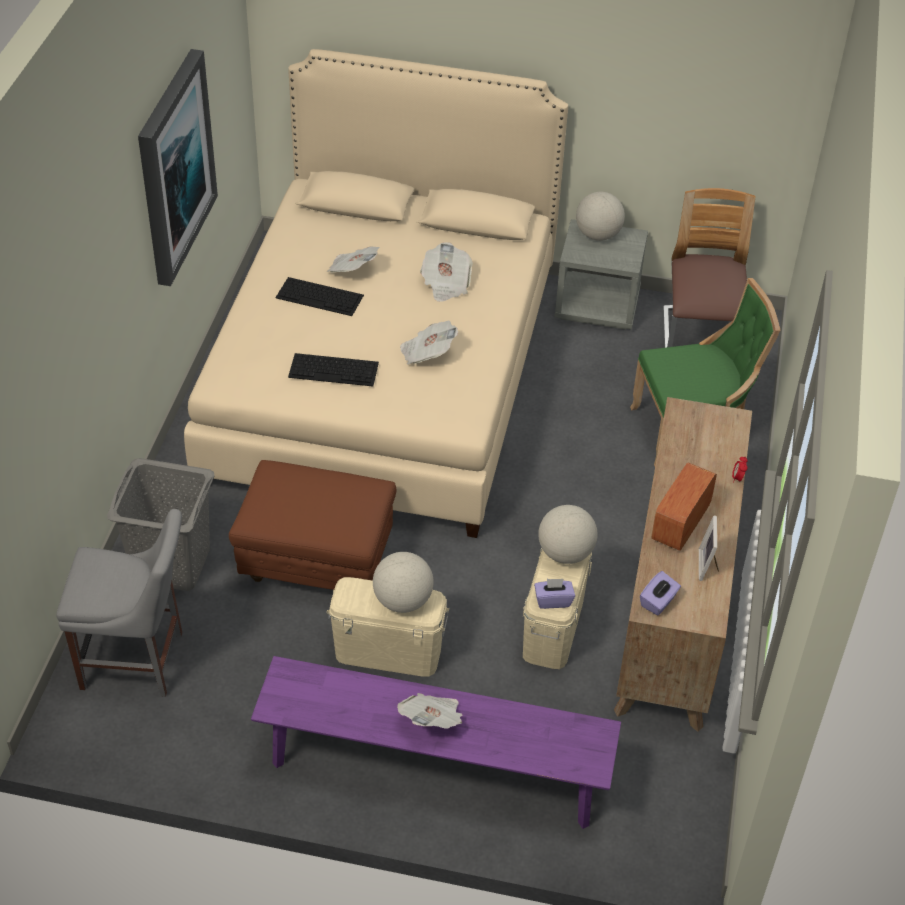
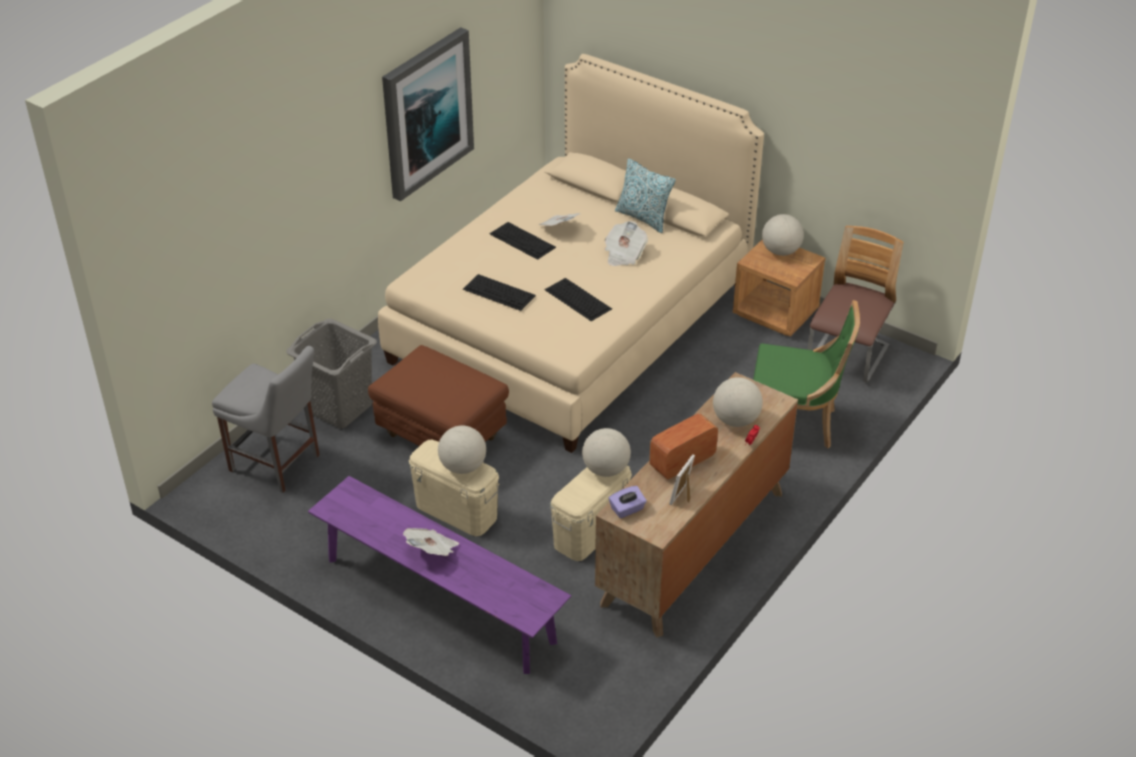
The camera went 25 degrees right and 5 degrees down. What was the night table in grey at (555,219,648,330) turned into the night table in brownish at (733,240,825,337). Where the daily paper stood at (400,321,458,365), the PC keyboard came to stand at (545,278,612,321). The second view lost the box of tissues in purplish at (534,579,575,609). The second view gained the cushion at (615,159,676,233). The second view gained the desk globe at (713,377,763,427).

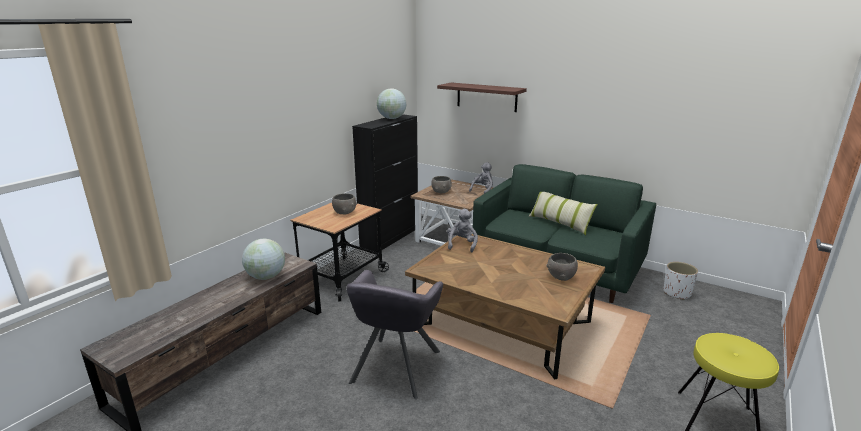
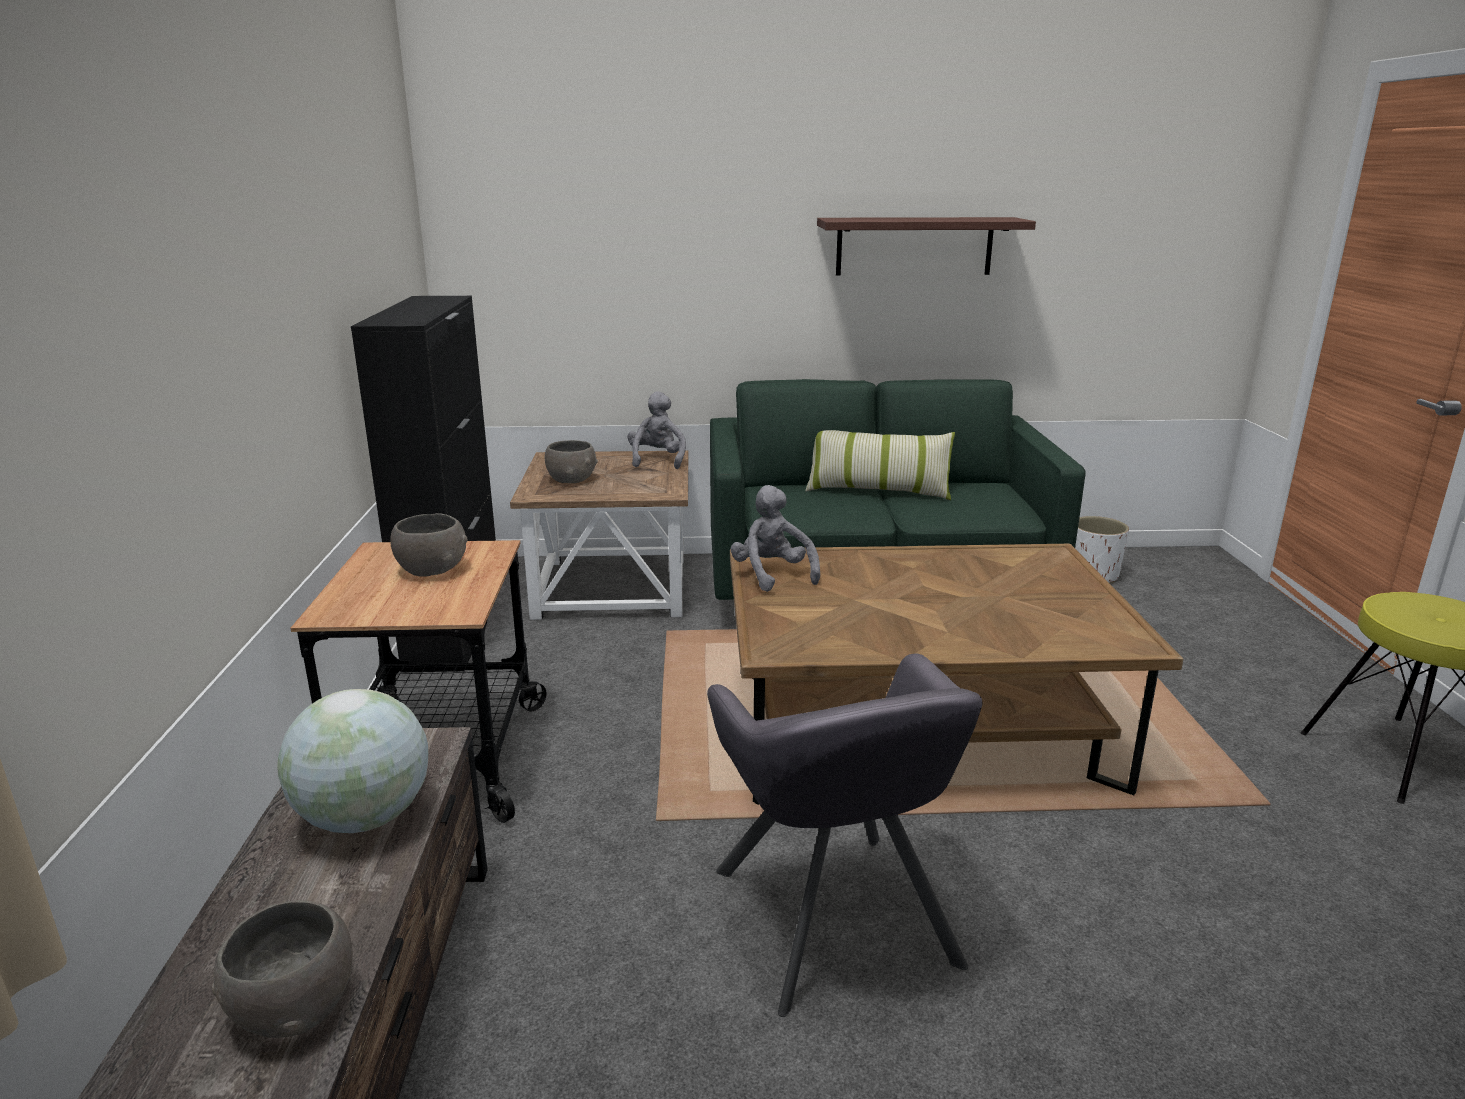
The camera went 35 degrees left and 0 degrees up. The shelf ended up elsewhere, having gone from (437,82,527,112) to (817,217,1036,276). The second view lost the desk globe at (377,88,406,119). The serving bowl in grey ended up elsewhere, having gone from (546,253,578,281) to (212,900,353,1038).

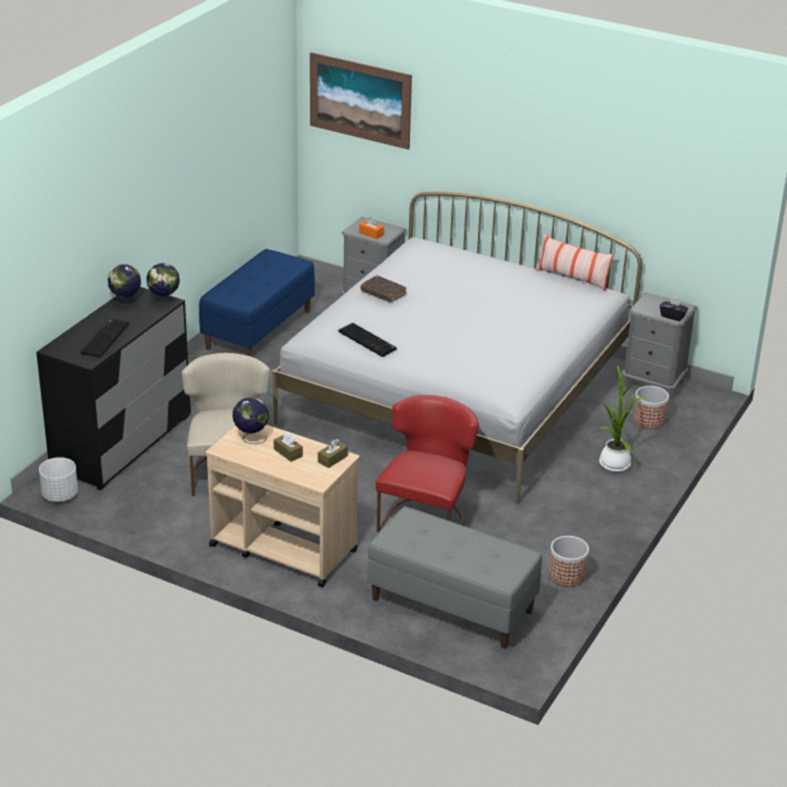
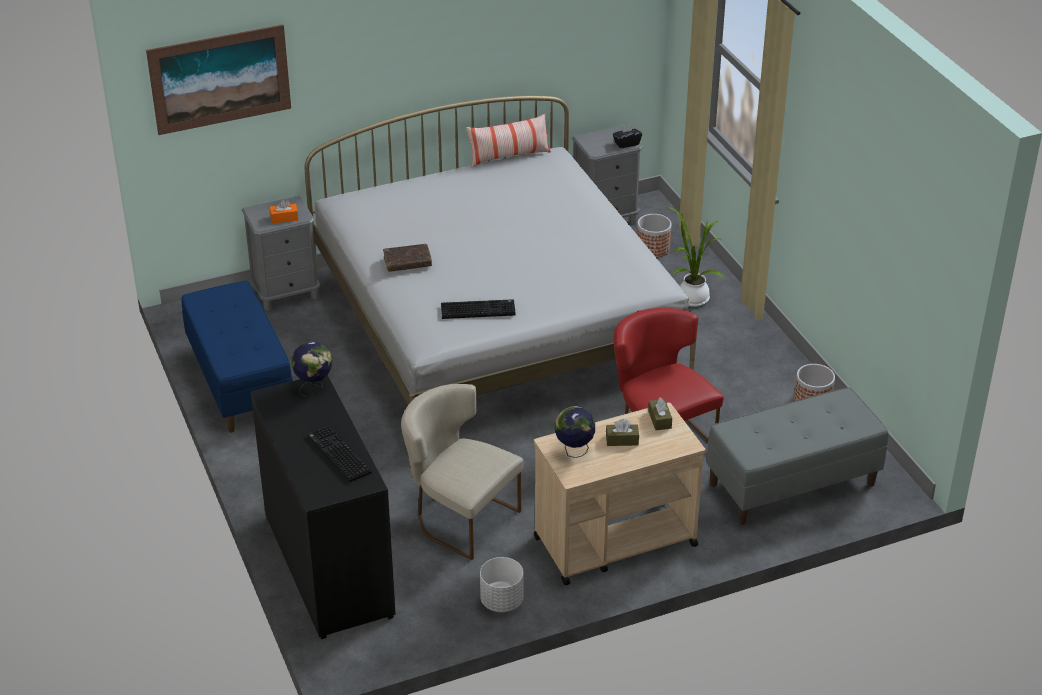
The camera went 50 degrees left and 5 degrees up. The second view lost the desk globe at (108,265,141,307). The flower pot in white ended up elsewhere, having gone from (39,457,78,502) to (480,557,523,612).

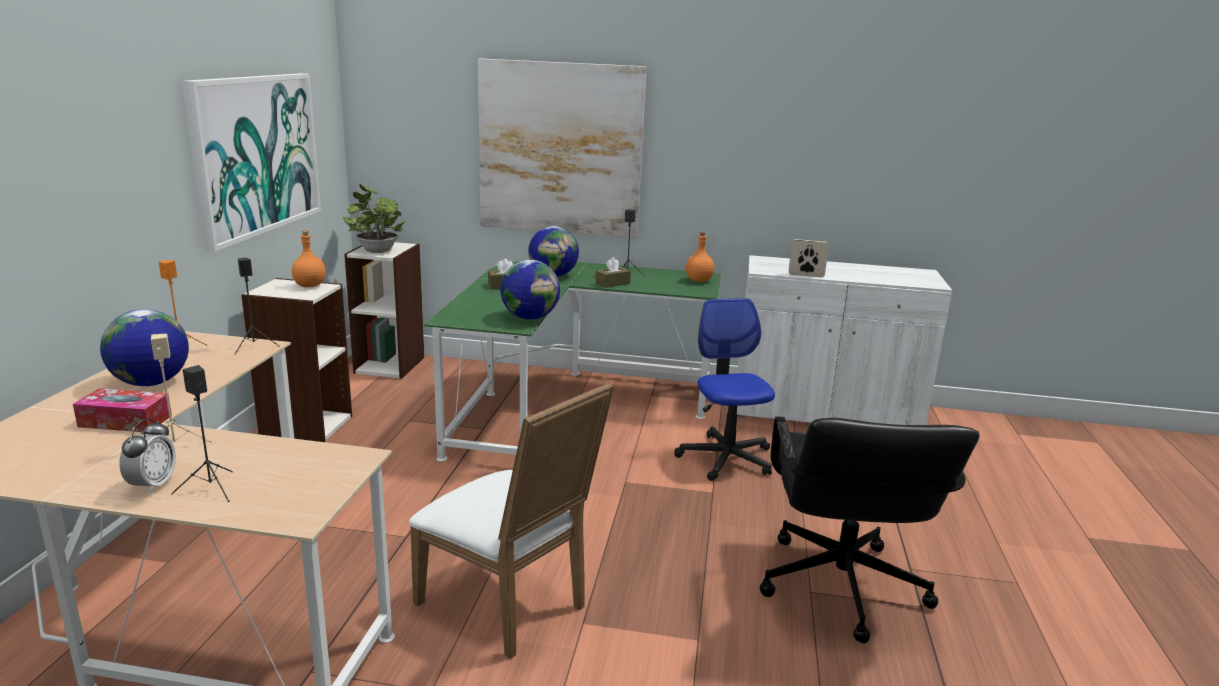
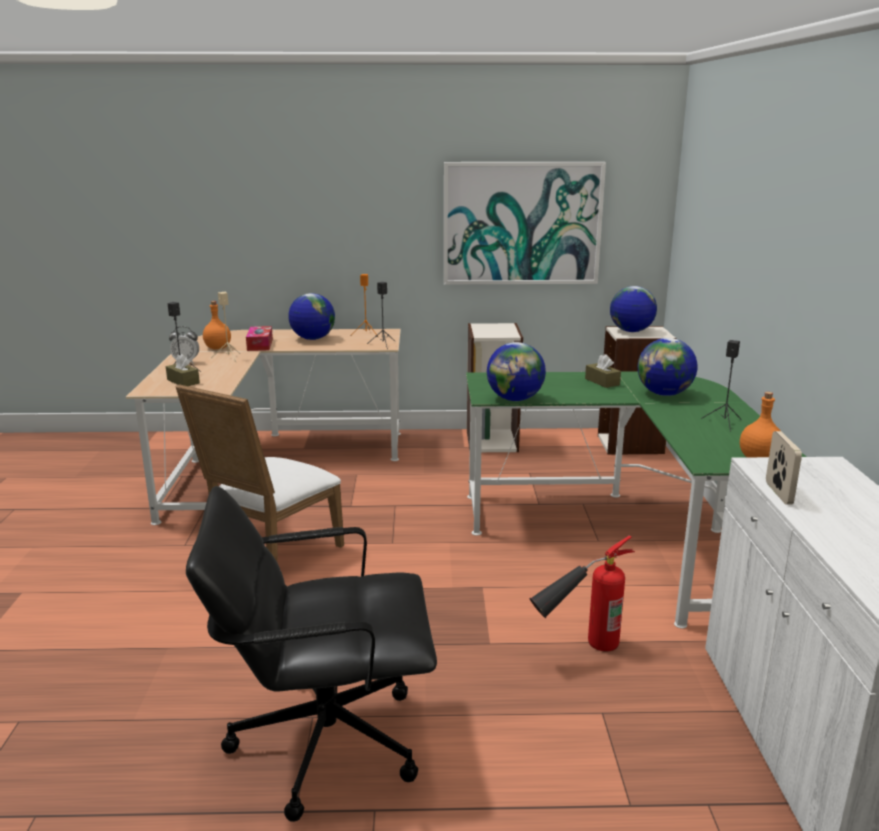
The camera went 80 degrees right and 0 degrees up. The second view lost the wall picture at (478,59,646,238). Where the houseplant stood at (343,184,405,253), the desk globe came to stand at (610,286,657,332). The drink bottle in orange ended up elsewhere, having gone from (292,231,326,287) to (203,301,231,349). The box of tissues in brownish ended up elsewhere, having gone from (595,257,631,288) to (166,354,200,386). Where the computer chair stood at (674,298,775,481), the fire extinguisher came to stand at (529,535,635,651).

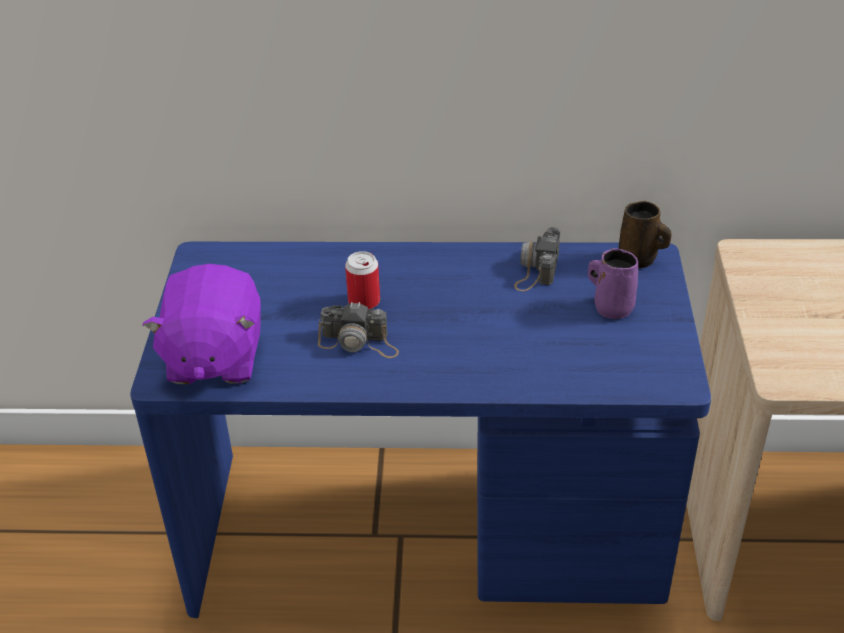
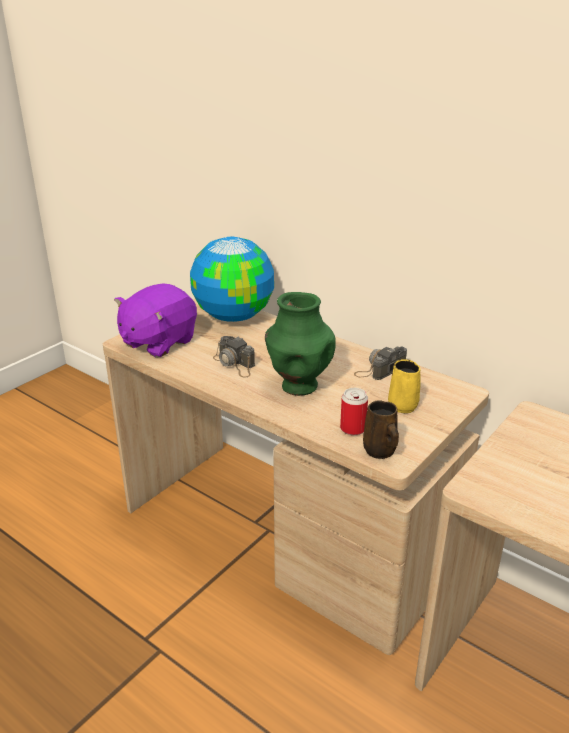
The camera went 35 degrees right and 10 degrees down. The coffee mug in brownish ended up elsewhere, having gone from (618,201,672,268) to (363,400,399,459). What was the desk unit in blue at (130,242,711,618) turned into the desk unit in beige at (103,299,489,655). What was the coffee mug in purplish at (588,248,638,319) turned into the coffee mug in yellowish at (388,359,420,413). The metal can ended up elsewhere, having gone from (345,251,380,309) to (340,388,368,435). The second view gained the desk globe at (190,237,274,322). The second view gained the vase in greenish at (265,292,336,396).

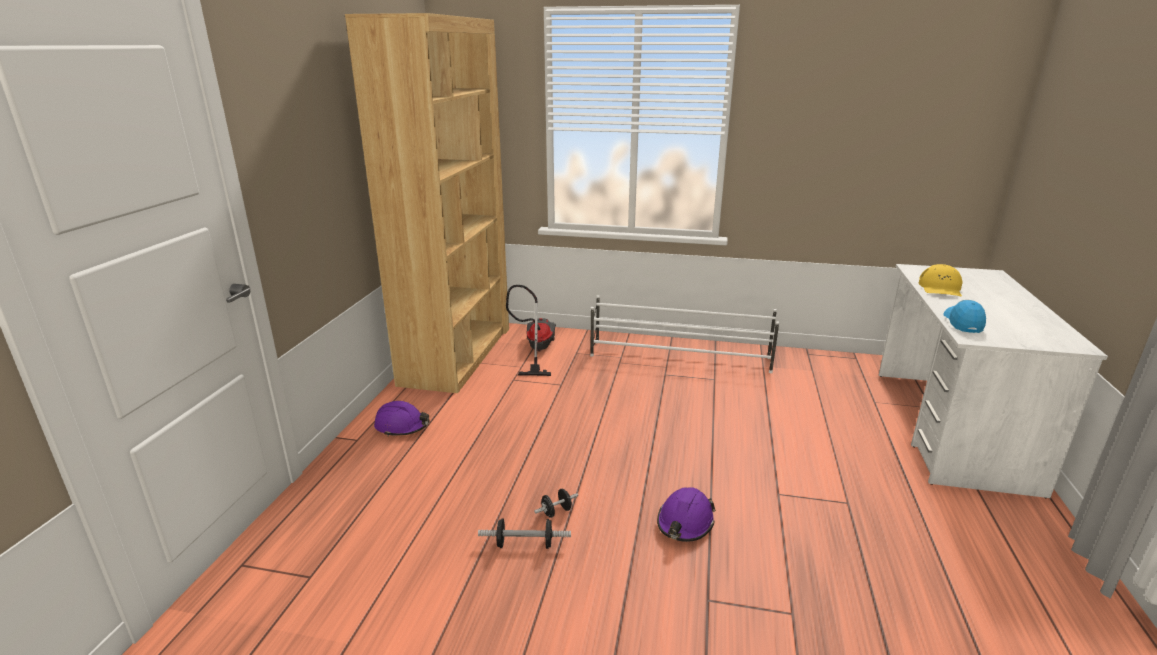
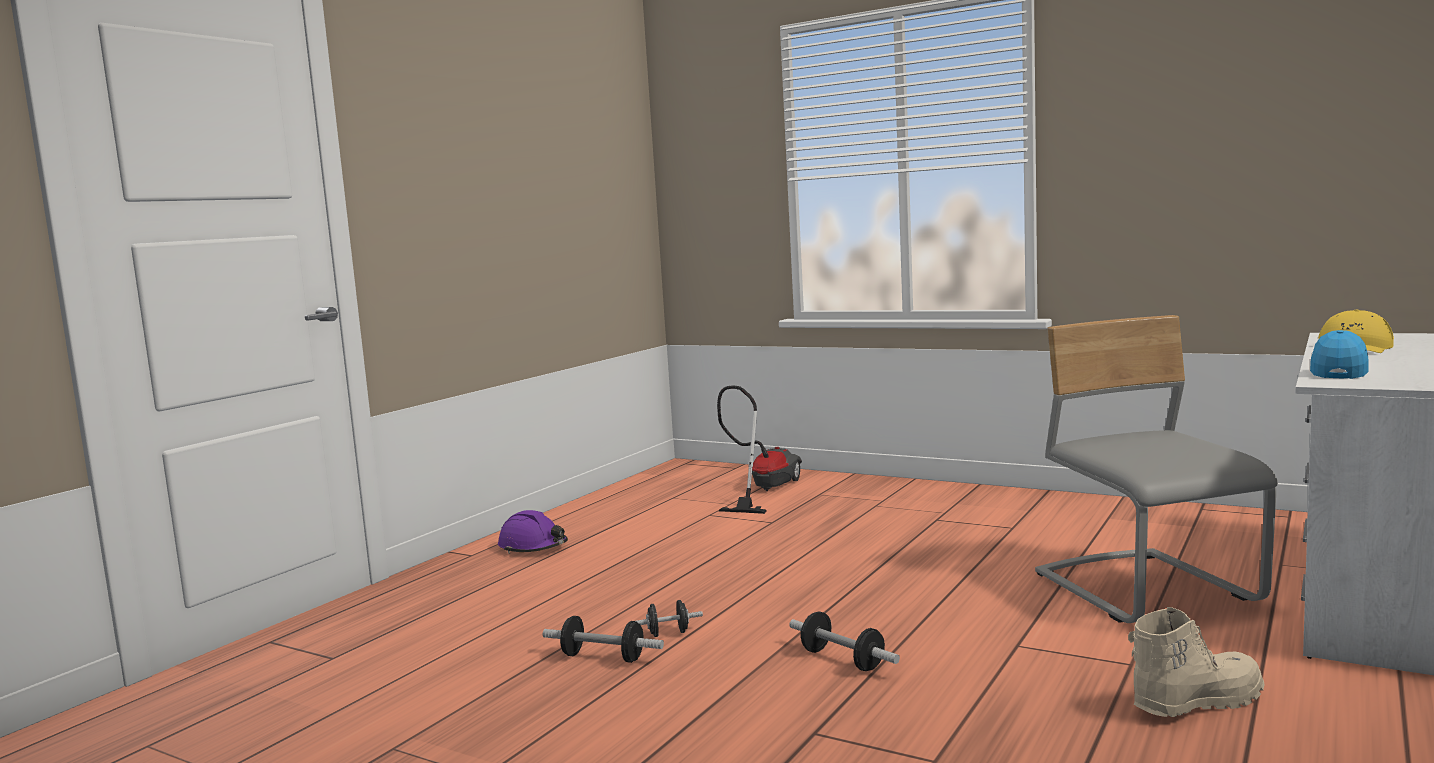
The camera went 20 degrees right and 15 degrees down. The second view lost the shelving unit in brownish at (345,13,509,393). The second view lost the shoe rack in white at (590,295,779,373). Where the safety helmet in purplish stood at (657,487,716,542), the free weight came to stand at (789,611,900,671). The second view gained the chair in grey at (1035,315,1278,623). The second view gained the tall boot in beige at (1128,607,1265,717).

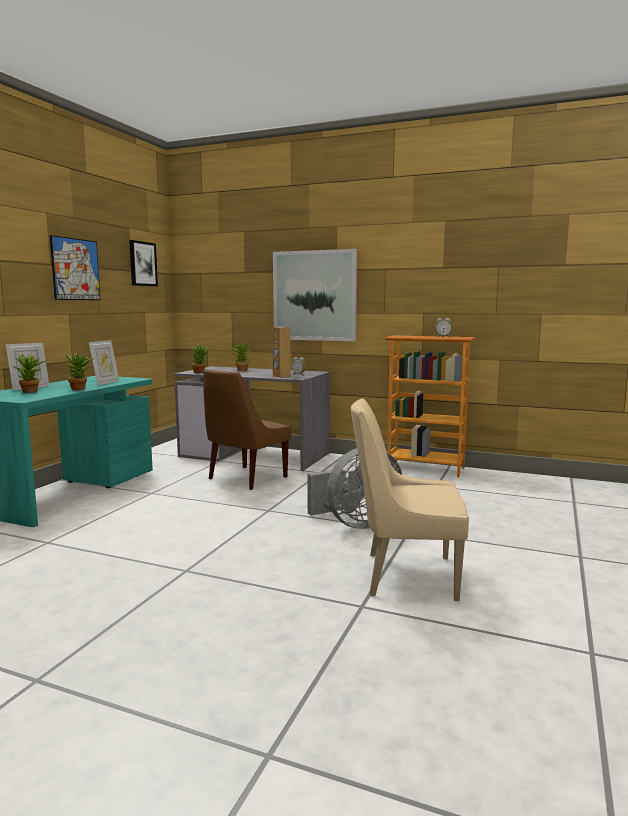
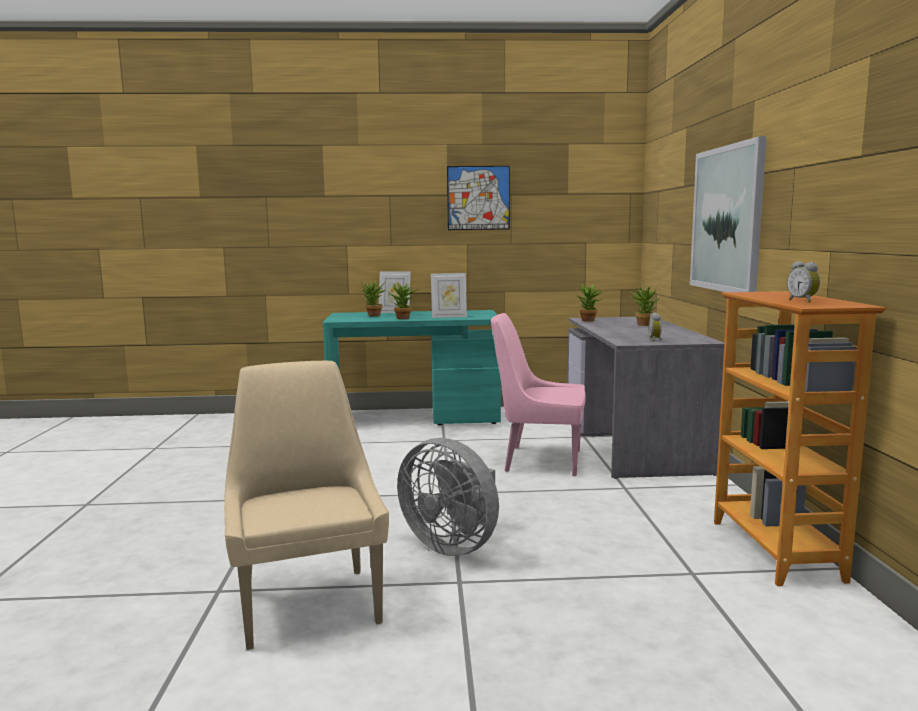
The camera went 65 degrees right and 0 degrees up. The second view lost the wall picture at (129,240,158,287). The second view lost the speaker in brownish at (272,327,291,378). What was the chair in brownish at (203,369,292,490) turned into the chair in pink at (491,313,585,476).

